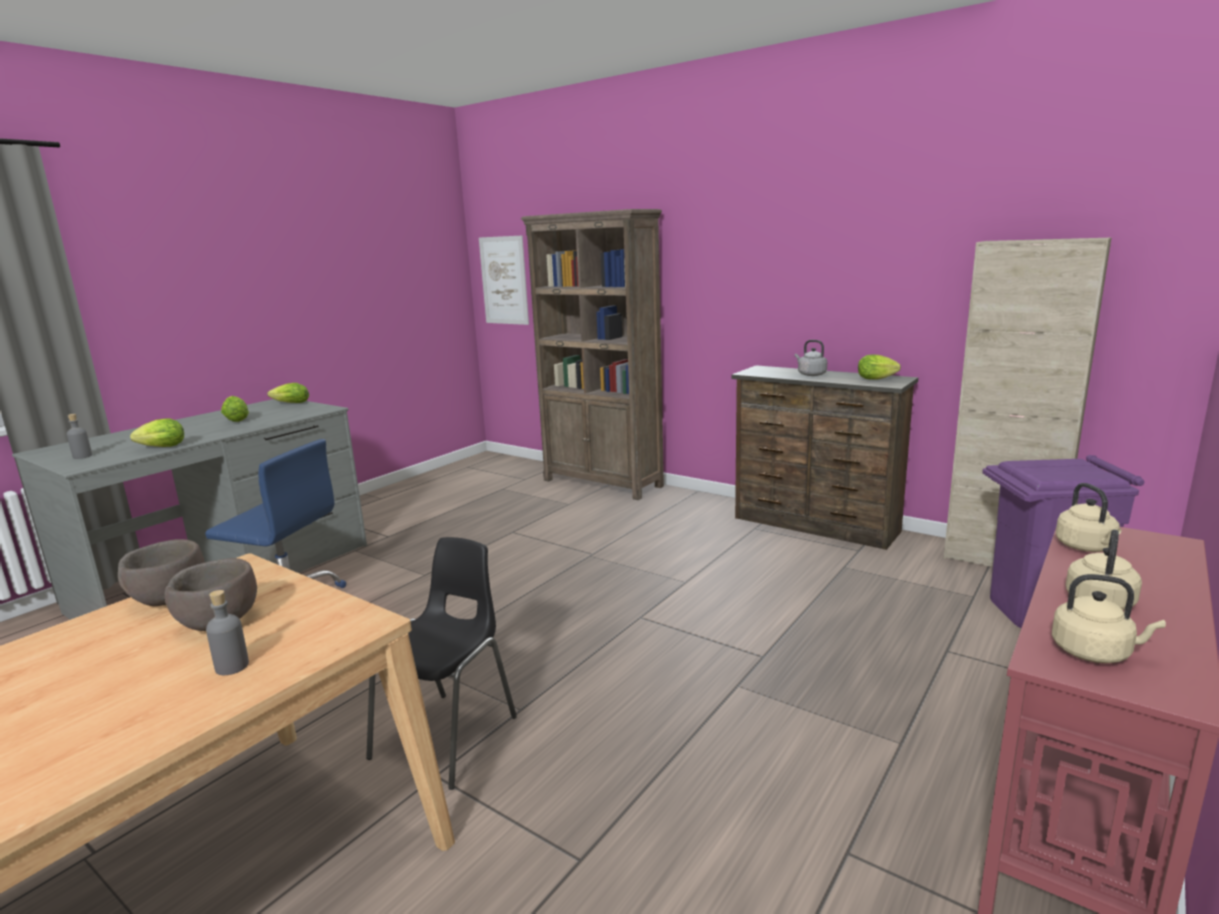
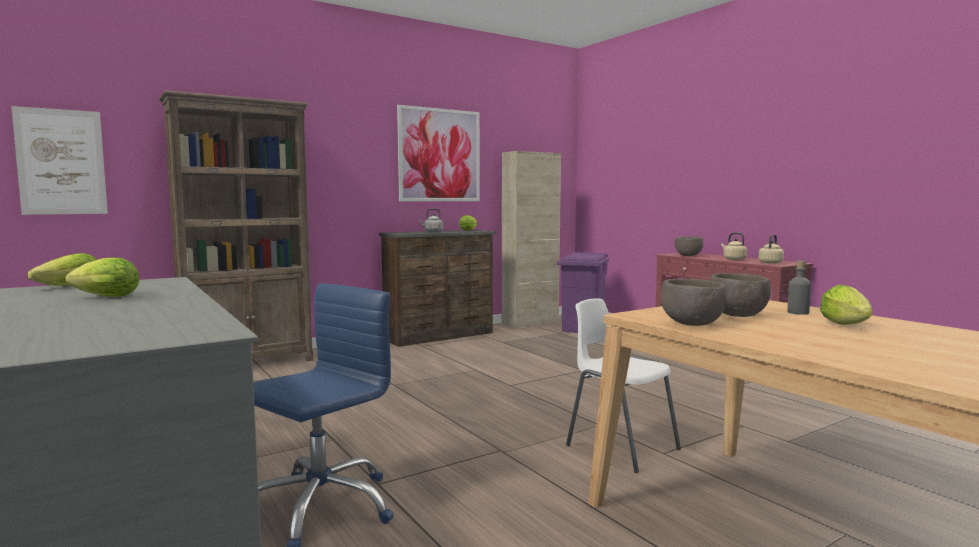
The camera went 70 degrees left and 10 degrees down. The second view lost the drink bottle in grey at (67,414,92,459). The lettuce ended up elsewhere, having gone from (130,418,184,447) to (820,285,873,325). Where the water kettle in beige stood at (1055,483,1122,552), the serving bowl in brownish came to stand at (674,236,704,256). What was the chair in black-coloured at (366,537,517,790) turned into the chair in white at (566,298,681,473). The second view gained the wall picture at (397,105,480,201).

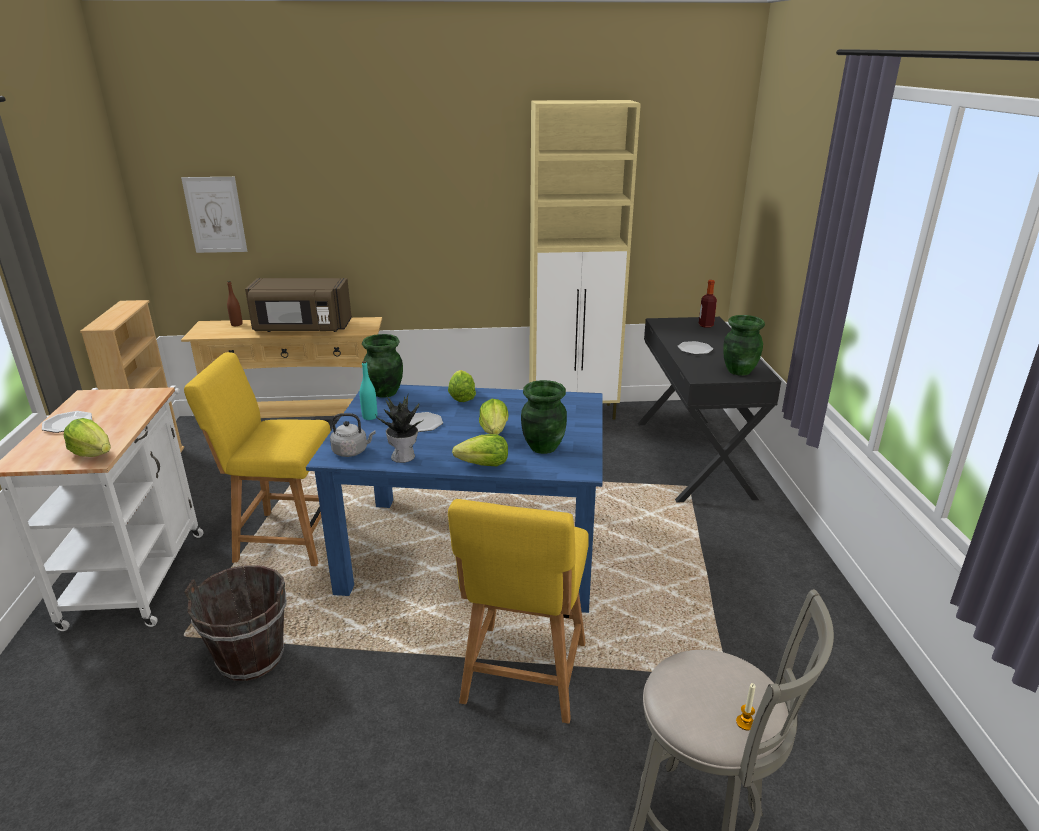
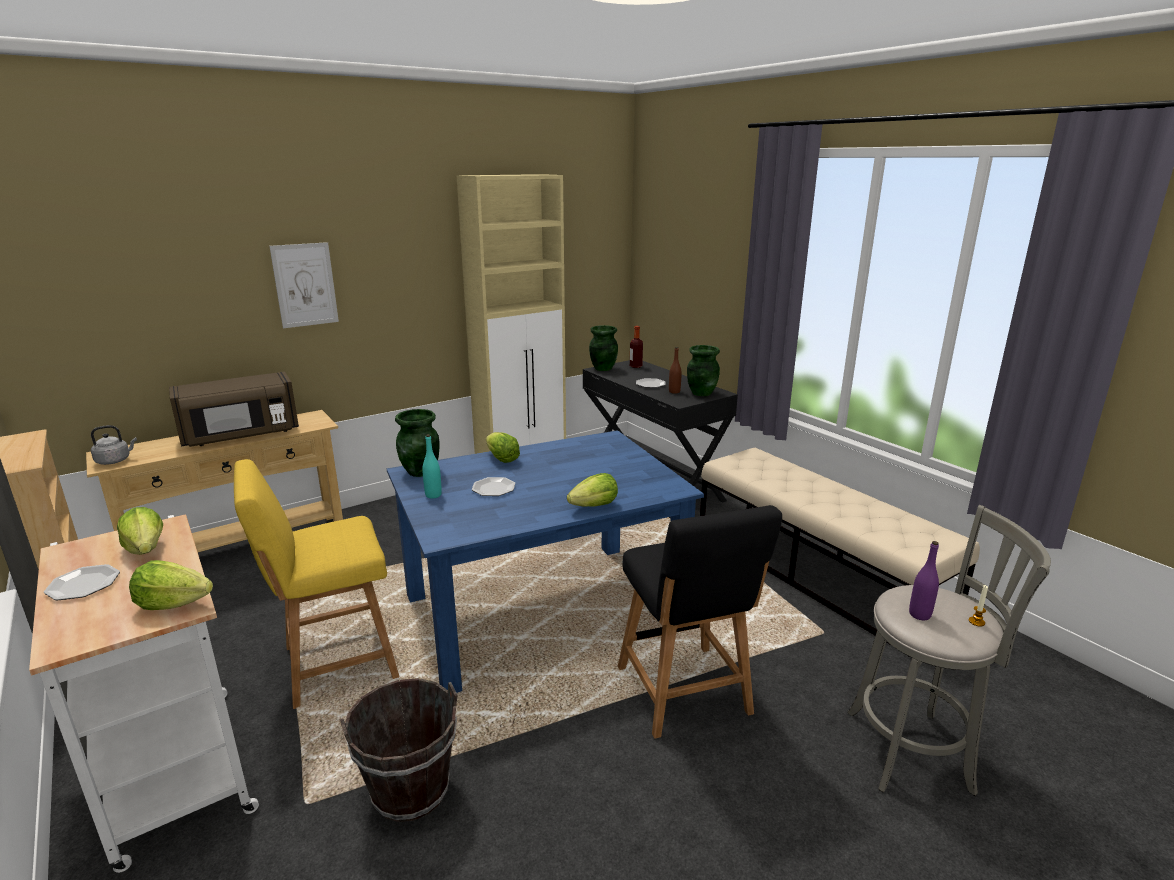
The camera went 30 degrees left and 5 degrees down. The wall picture ended up elsewhere, having gone from (181,177,247,253) to (269,242,339,328). The drink bottle in brownish ended up elsewhere, having gone from (227,281,242,326) to (669,347,682,394). The vase in greenish ended up elsewhere, having gone from (521,380,567,454) to (589,325,618,371). The second view lost the houseplant at (375,395,423,463). The lettuce ended up elsewhere, having gone from (479,399,509,435) to (117,507,163,555). The water kettle in grey ended up elsewhere, having gone from (330,413,376,457) to (91,425,137,465). What was the chair in yellowish at (448,499,589,724) turned into the chair in black-coloured at (618,505,782,739). The second view gained the bench in beige at (700,448,980,644). The second view gained the drink bottle in purplish at (909,541,939,620).

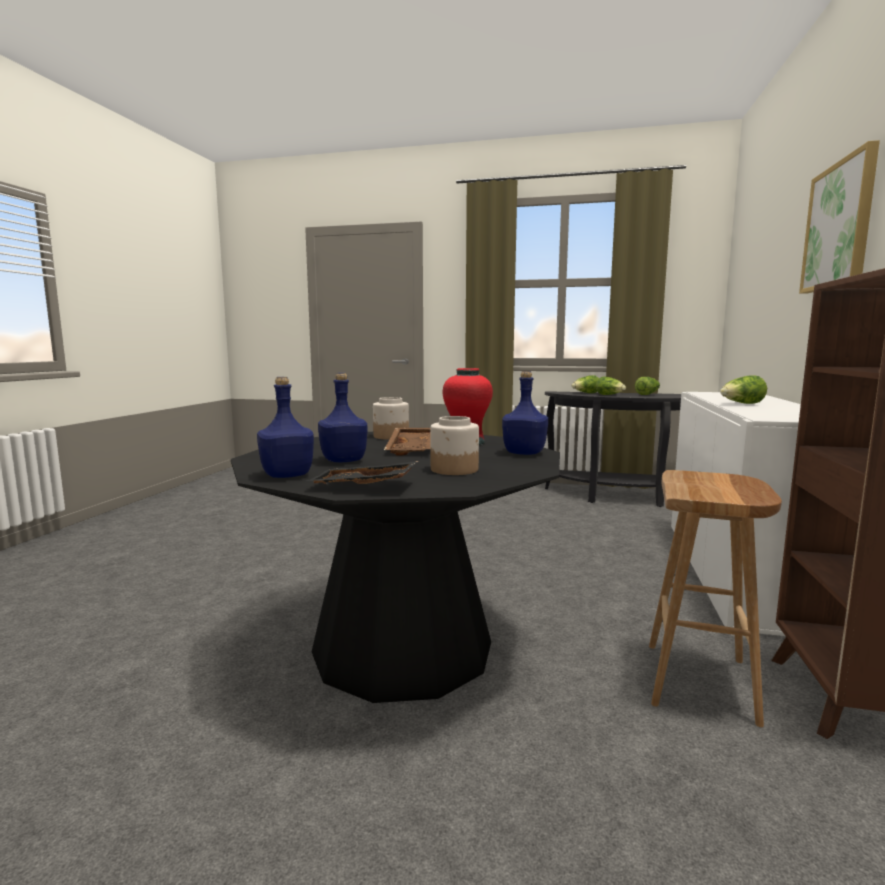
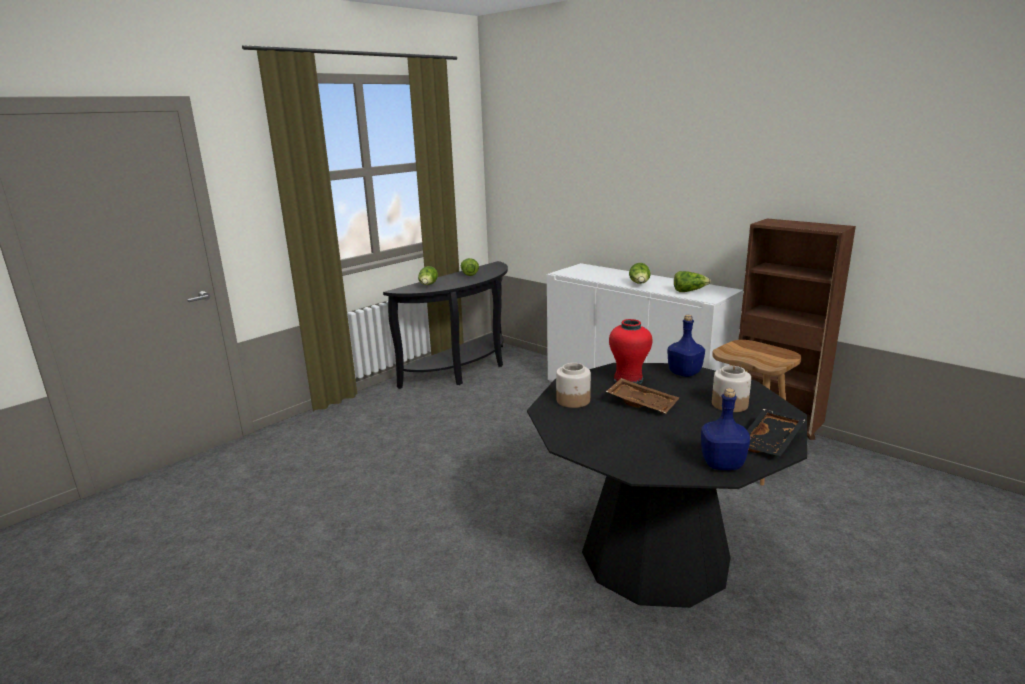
The camera went 60 degrees left and 10 degrees up. The second view lost the wall picture at (799,140,880,294). The second view lost the drink bottle in blue at (318,373,368,462). The lettuce ended up elsewhere, having gone from (596,376,626,395) to (674,271,711,292).

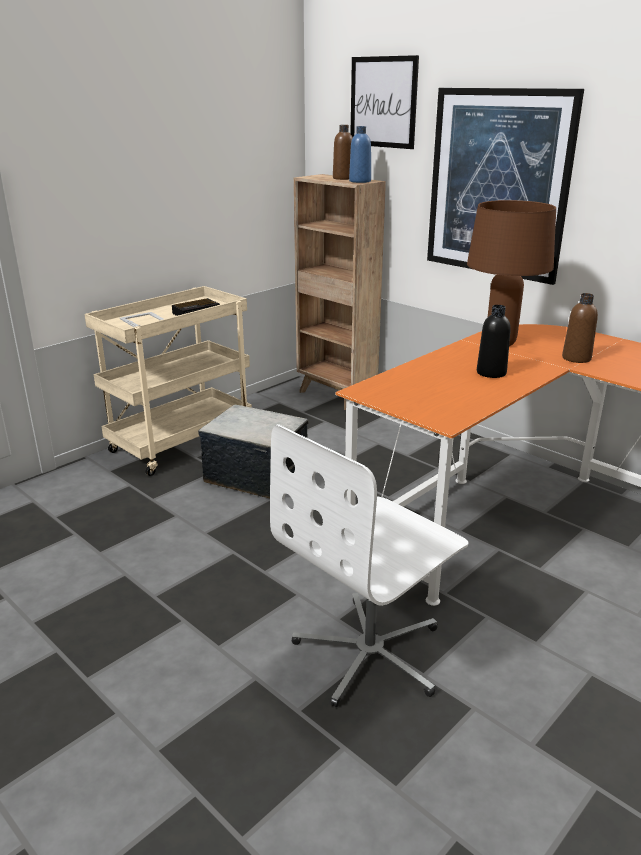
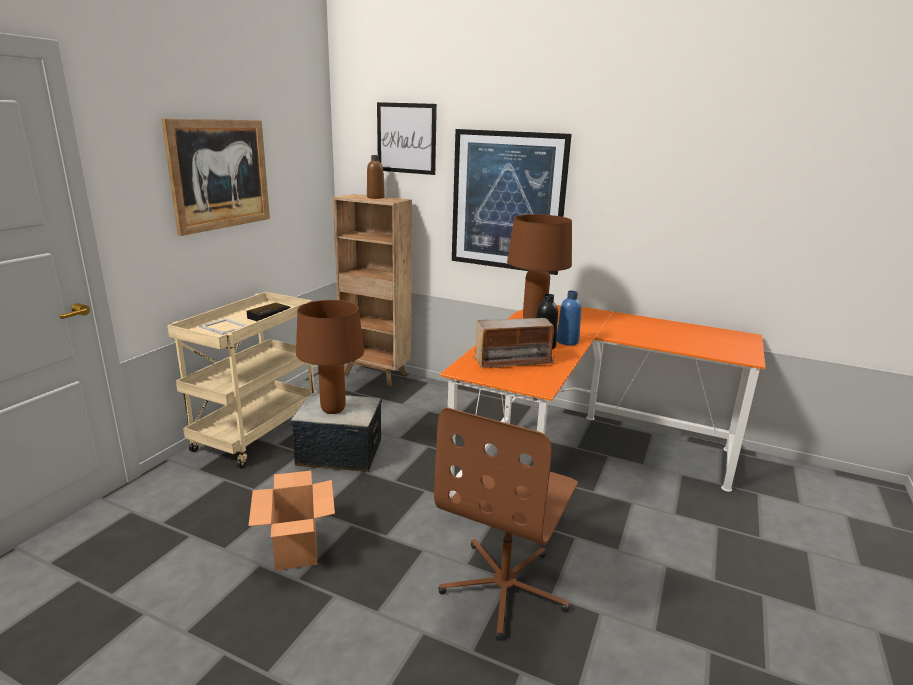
The camera went 20 degrees left and 5 degrees down. The drink bottle in blue ended up elsewhere, having gone from (349,126,371,183) to (557,291,581,345). The second view lost the drink bottle in brownish at (562,293,598,363). What was the computer chair in white at (270,424,469,707) turned into the computer chair in brownish at (434,407,578,640). The second view gained the wall picture at (161,119,270,236). The second view gained the lamp for a table in brownish at (296,300,364,414). The second view gained the radio receiver at (475,318,555,368). The second view gained the cardboard box at (248,471,335,571).

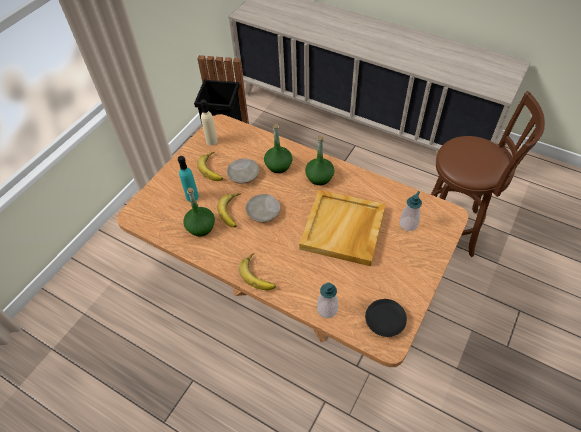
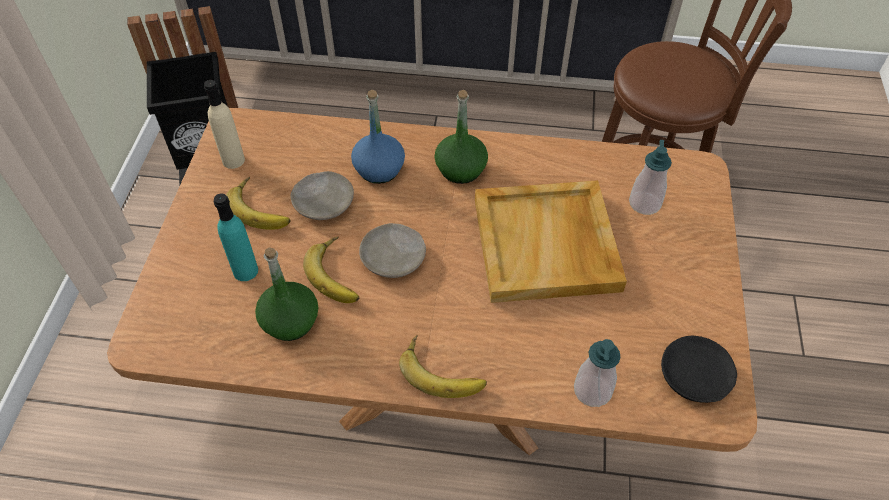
The camera went 25 degrees left and 0 degrees up. What was the drink bottle in greenish at (264,124,292,173) turned into the drink bottle in blue at (351,90,405,184).

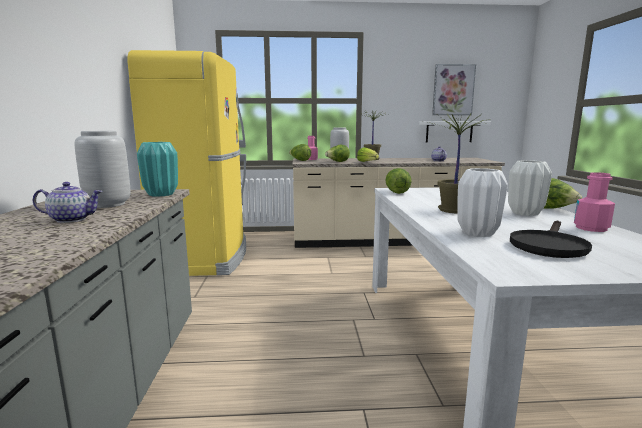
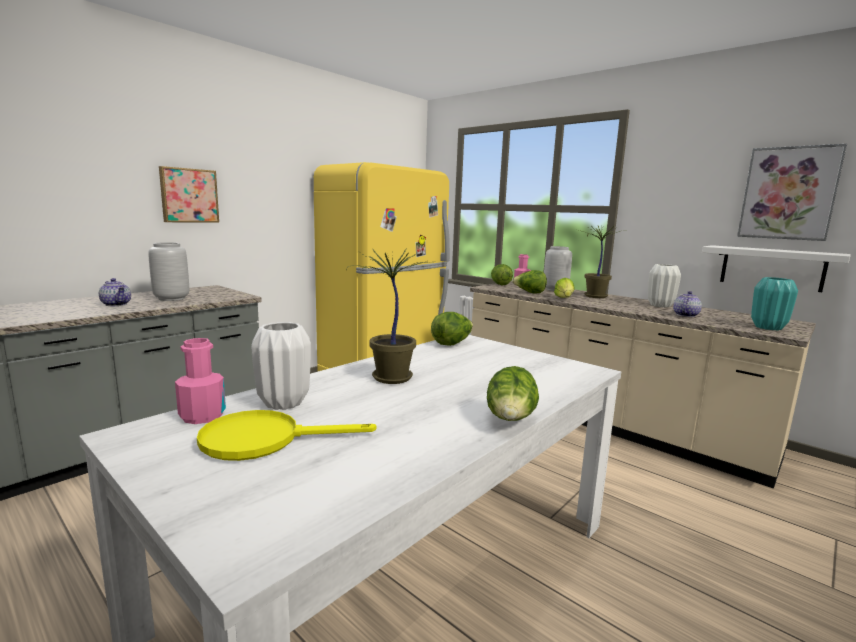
The camera went 45 degrees right and 0 degrees up. The vase in turquoise ended up elsewhere, having gone from (137,142,178,197) to (751,277,798,330). The vase in white ended up elsewhere, having gone from (508,160,552,216) to (648,264,681,307). The drink bottle in pink ended up elsewhere, having gone from (574,172,615,232) to (175,338,226,424). What was the pan in black-coloured at (510,221,592,258) turned into the pan in yellowish at (197,410,376,461). The second view gained the wall picture at (159,166,219,223).

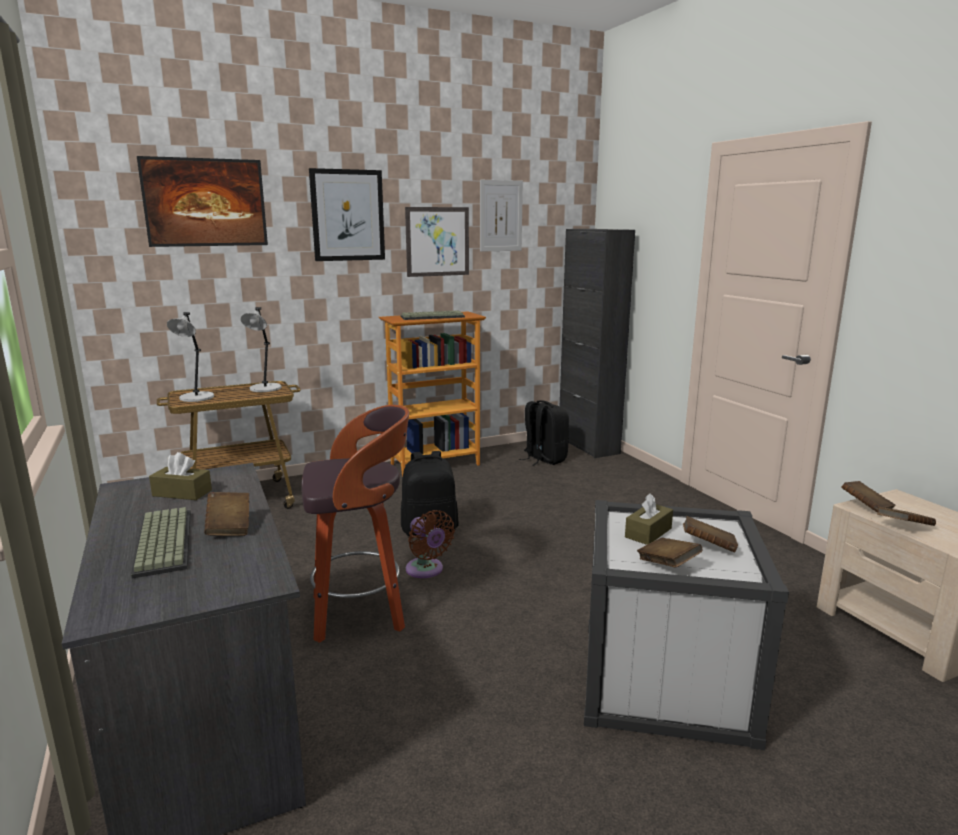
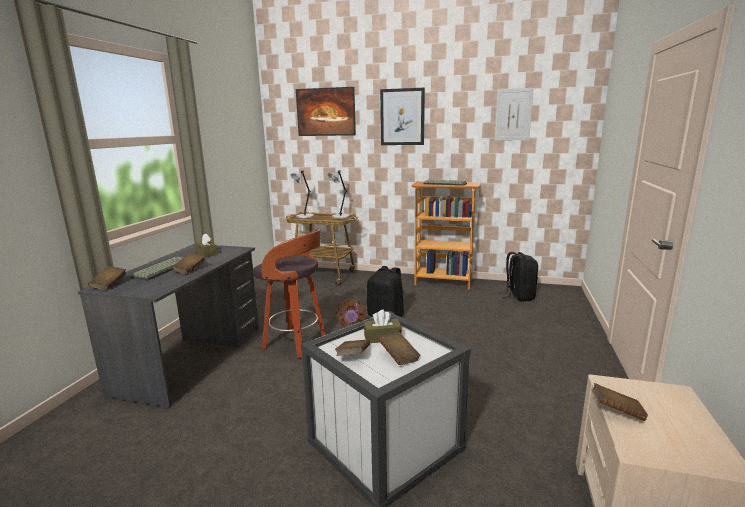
The camera went 40 degrees right and 0 degrees up. The second view lost the wall picture at (405,207,469,277). The second view lost the cabinet in black-coloured at (560,229,635,458). The bound book in brownish ended up elsewhere, having gone from (841,481,896,513) to (88,266,126,290).

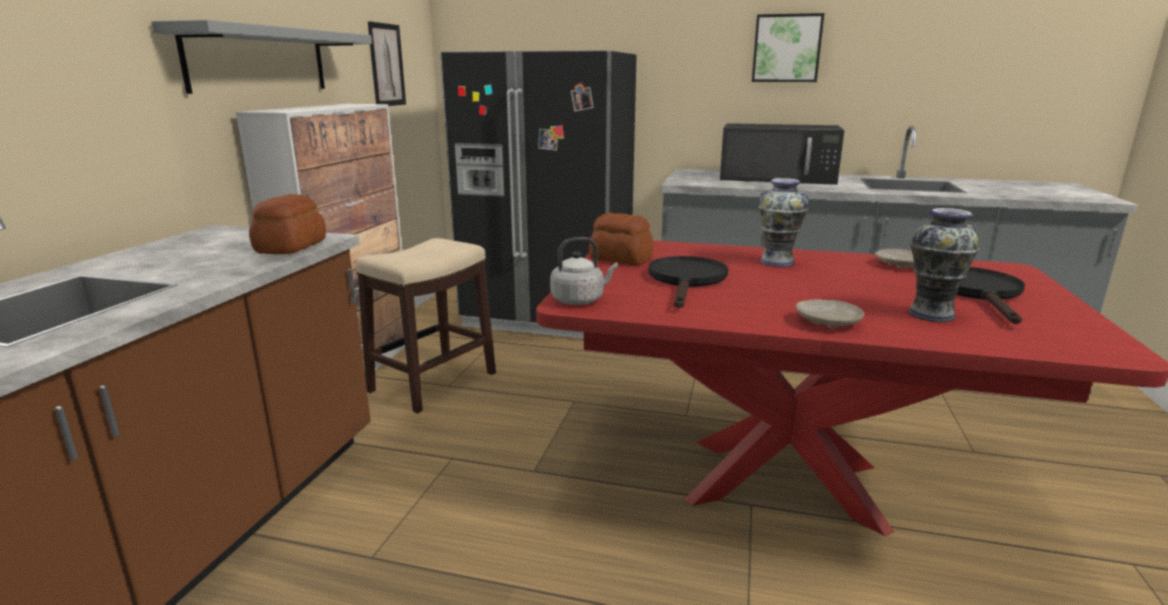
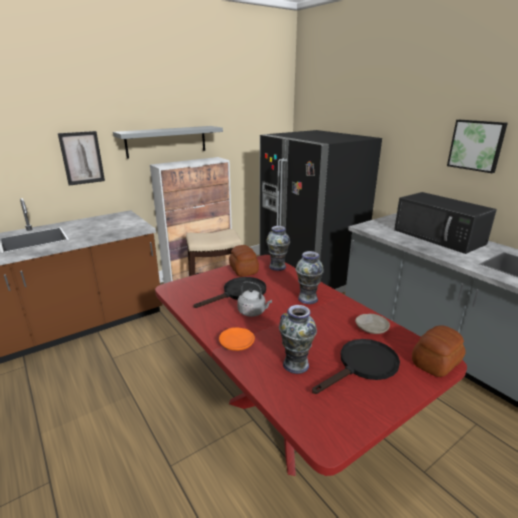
The camera went 40 degrees right and 5 degrees up. The wall picture ended up elsewhere, having gone from (368,21,406,106) to (58,131,105,186). The bread ended up elsewhere, having gone from (249,194,326,254) to (412,325,466,377). The water kettle in grey ended up elsewhere, having gone from (550,237,618,305) to (237,281,272,317). What was the plate in beige at (796,299,864,328) turned into the plate in orange at (219,327,255,351). The second view gained the vase at (266,226,290,271).

